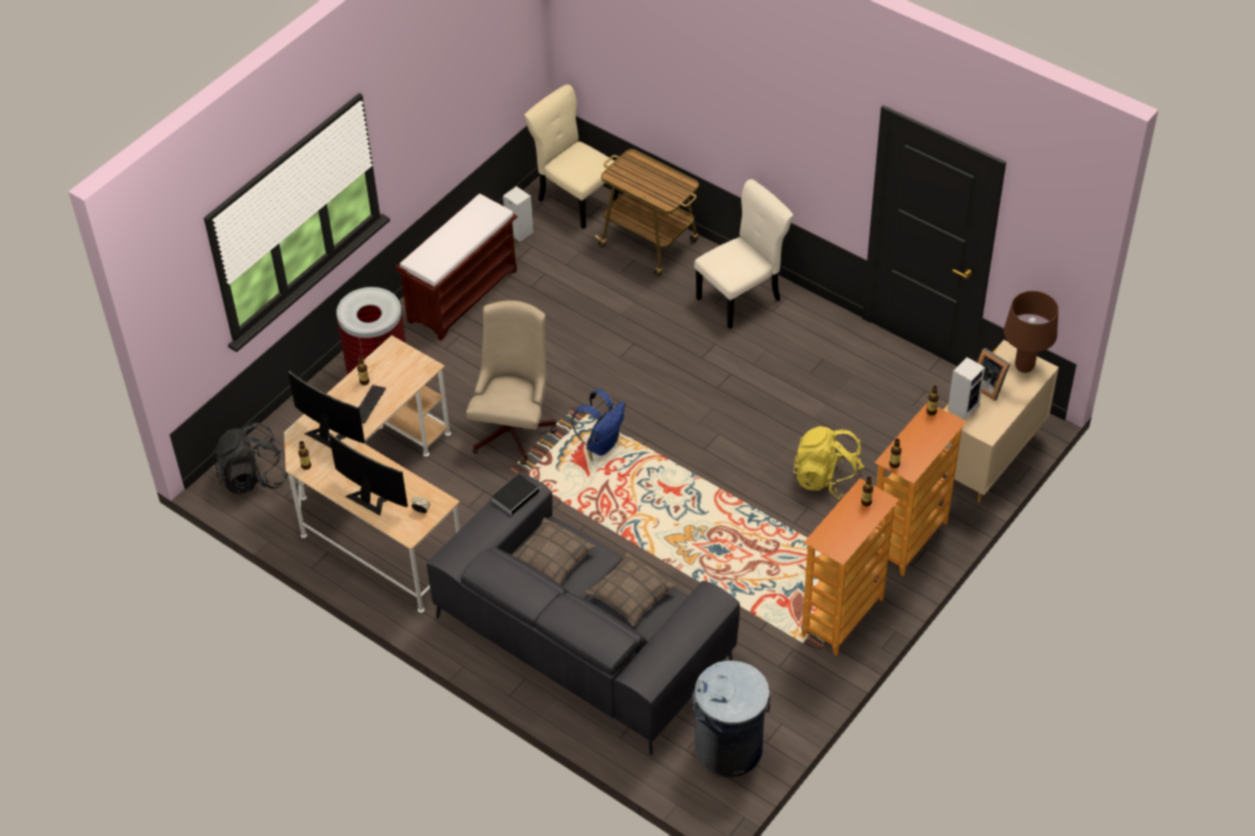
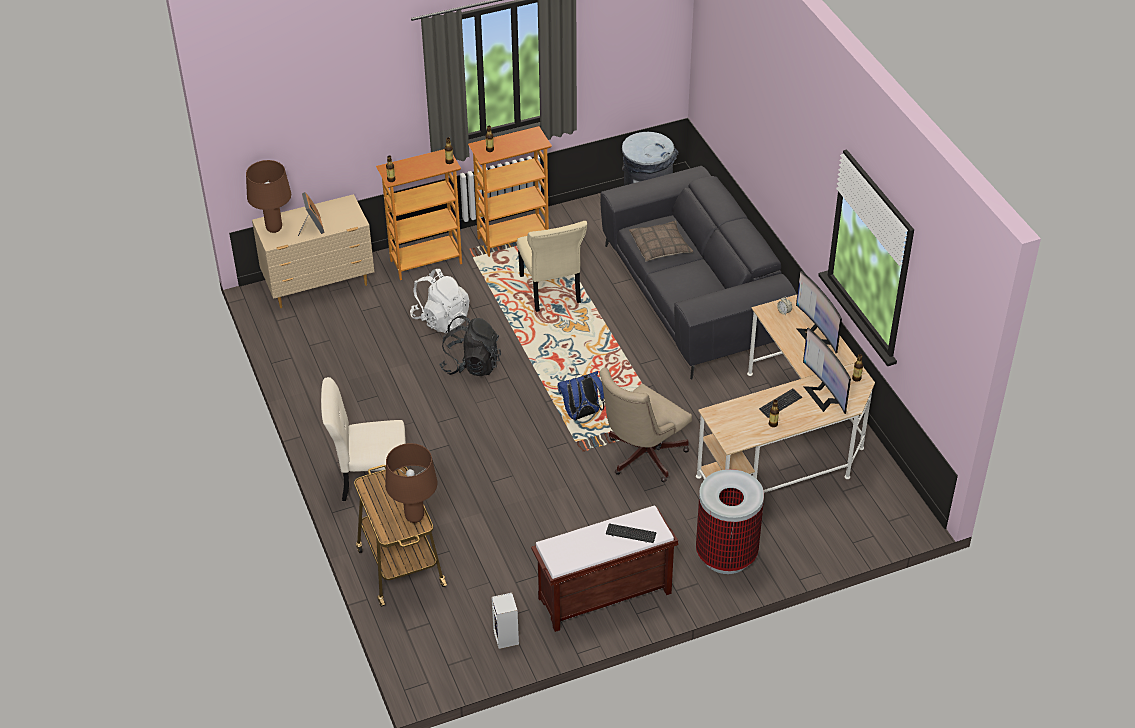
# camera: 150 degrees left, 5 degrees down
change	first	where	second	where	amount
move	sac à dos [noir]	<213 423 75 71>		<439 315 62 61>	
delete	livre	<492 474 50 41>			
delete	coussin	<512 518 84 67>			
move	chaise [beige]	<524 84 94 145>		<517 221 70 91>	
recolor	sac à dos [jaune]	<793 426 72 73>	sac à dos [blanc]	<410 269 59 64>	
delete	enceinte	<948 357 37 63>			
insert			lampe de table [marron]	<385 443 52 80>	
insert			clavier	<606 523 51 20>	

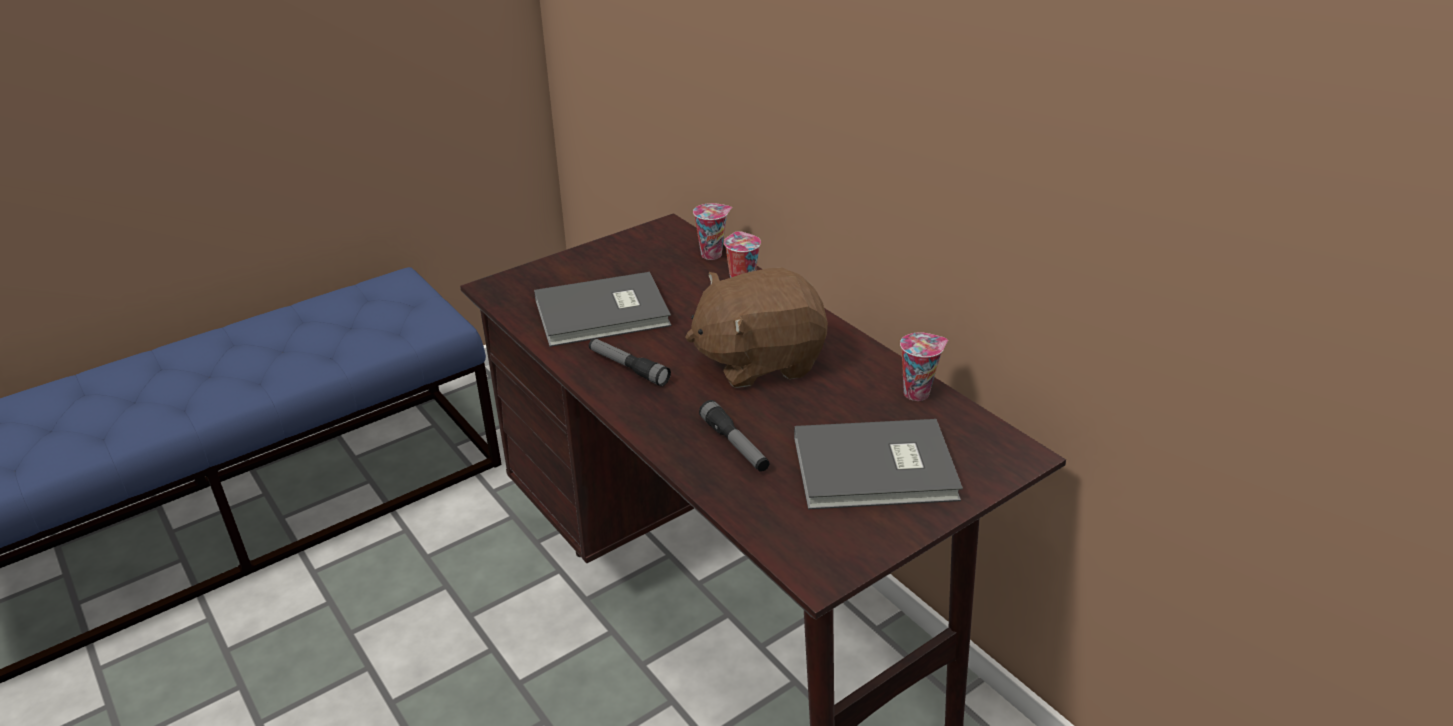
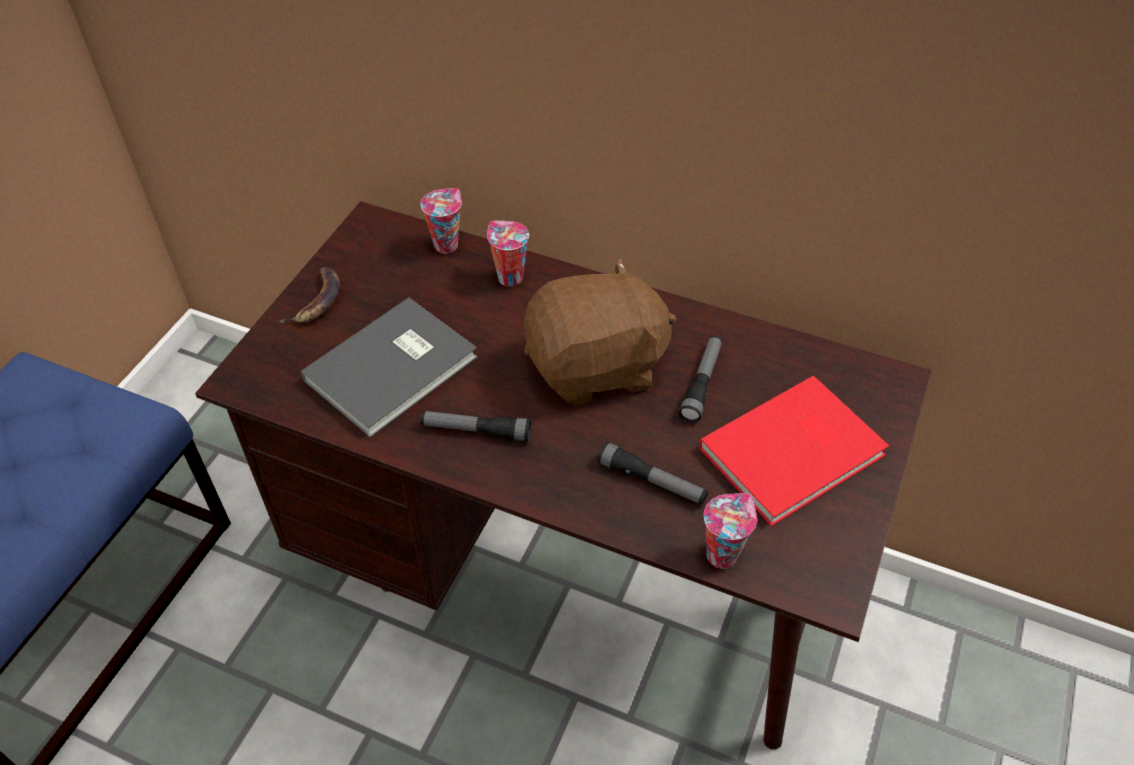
# camera: 30 degrees left, 15 degrees up
change	first	where	second	where	amount
rotate	peluche [marron]	<685 267 143 121>		<524 258 153 147>	150 degrees counterclockwise
recolor	livre [gris]	<794 419 169 90>	livre [rouge]	<699 375 190 151>	
move	tasse	<900 332 48 69>		<704 493 53 76>	
insert			banane	<278 267 62 56>	
insert			lampe de poche	<679 335 43 88>	

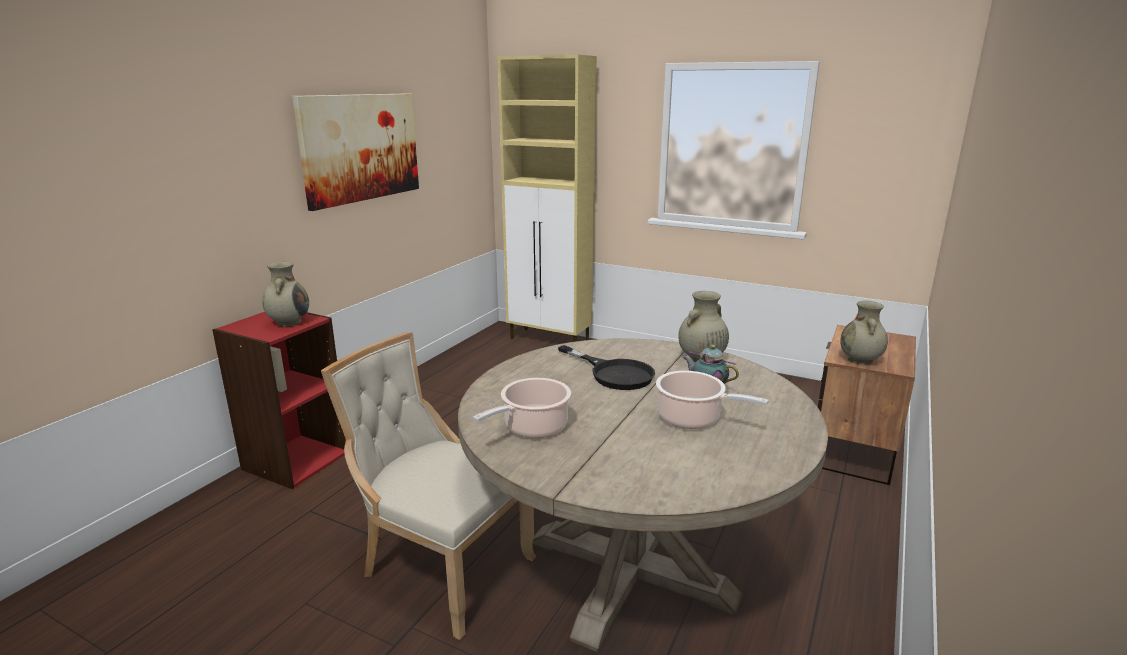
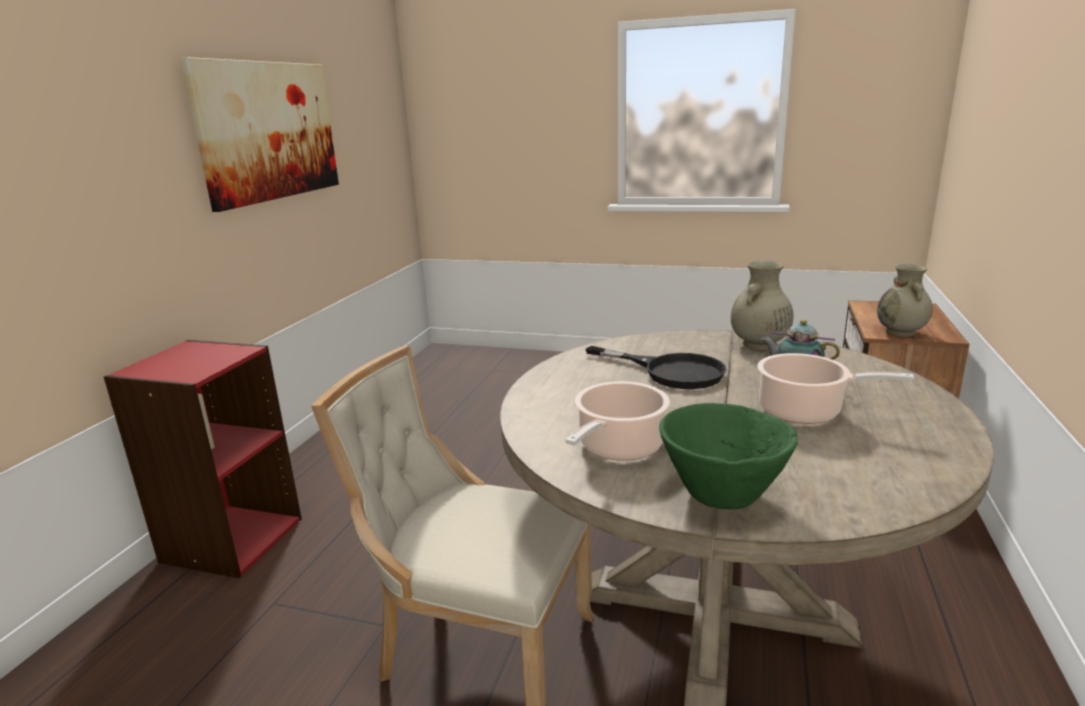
# camera: 10 degrees left, 0 degrees up
change	first	where	second	where	amount
delete	vase [beige]	<262 262 47 65>			
delete	meuble de rangement [beige]	<497 55 100 287>			
insert			bol [vert]	<659 403 139 106>	

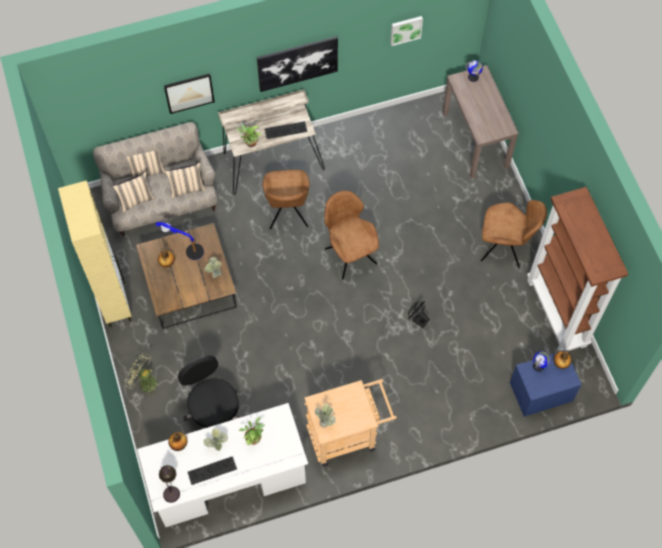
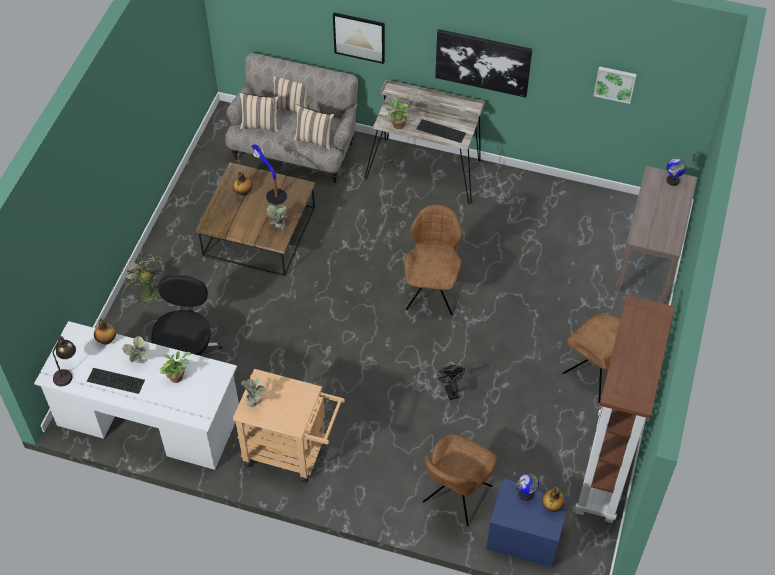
# camera: 35 degrees right, 10 degrees down
change	first	where	second	where	amount
delete	meuble de rangement [beige]	<58 180 74 147>			
move	chaise [marron]	<263 170 46 59>		<423 434 74 92>	

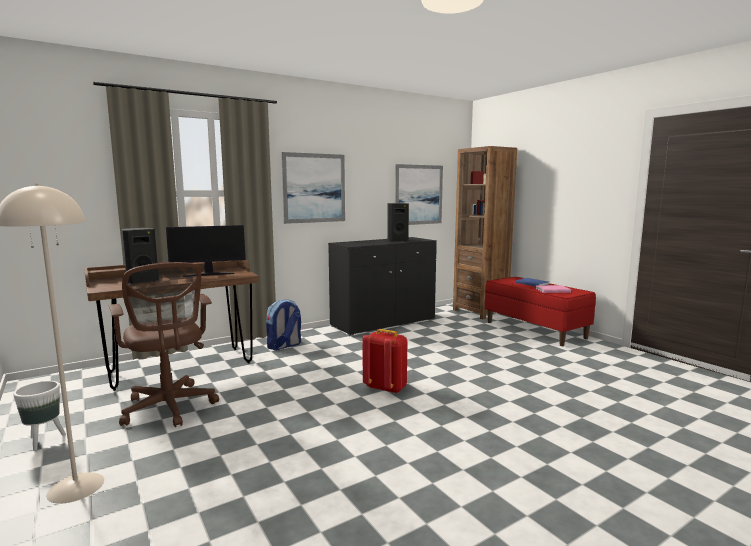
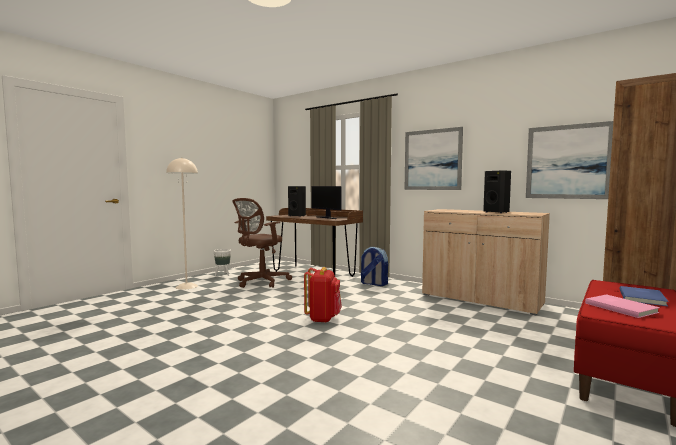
# camera: 70 degrees right, 5 degrees down
change	first	where	second	where	amount
recolor	meuble de rangement [noir]	<328 237 109 99>	meuble de rangement [beige]	<422 209 128 107>	

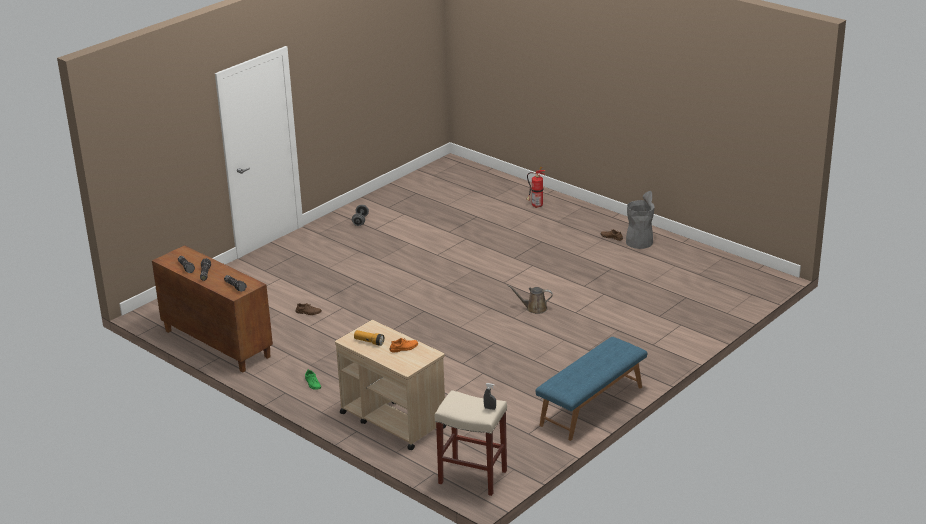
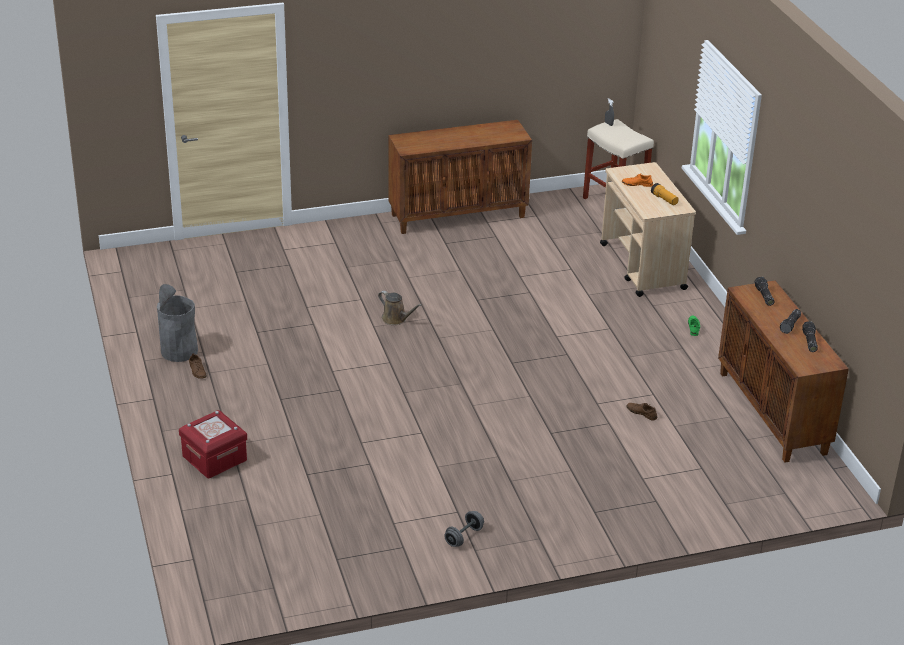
# camera: 150 degrees left, 5 degrees up
change	first	where	second	where	amount
replace	extincteur	<526 167 20 41>	boîte de rangement [rouge]	<179 410 68 68>	
replace	banc [bleu]	<536 337 111 104>	meuble de rangement [marron]	<388 120 144 114>	

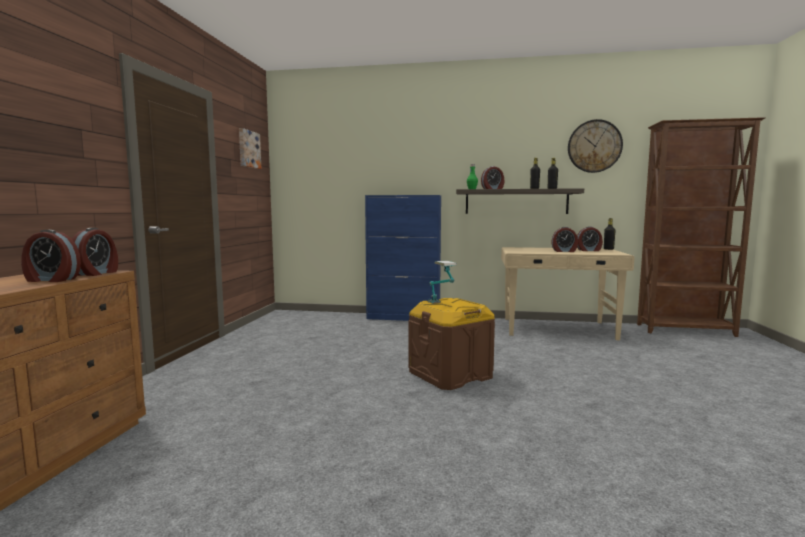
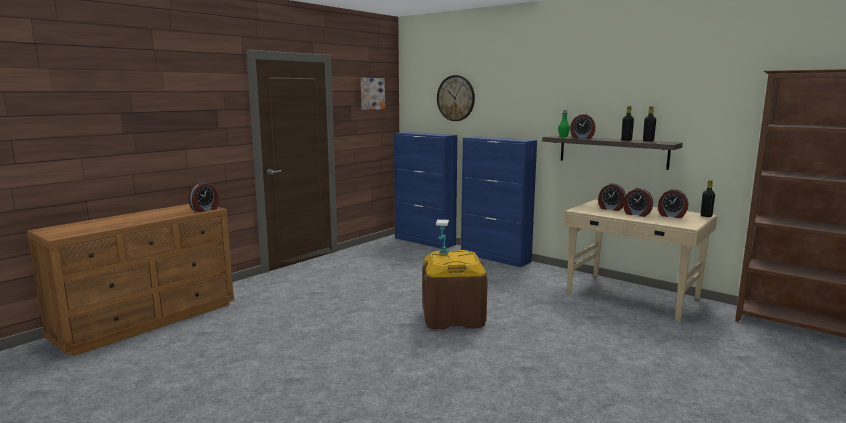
# camera: 30 degrees right, 5 degrees up
change	first	where	second	where	amount
move	réveil	<21 230 60 52>		<598 183 28 28>	
move	horloge murale	<568 119 55 54>		<437 75 38 46>	
insert			meuble de rangement [bleu]	<394 132 63 117>	

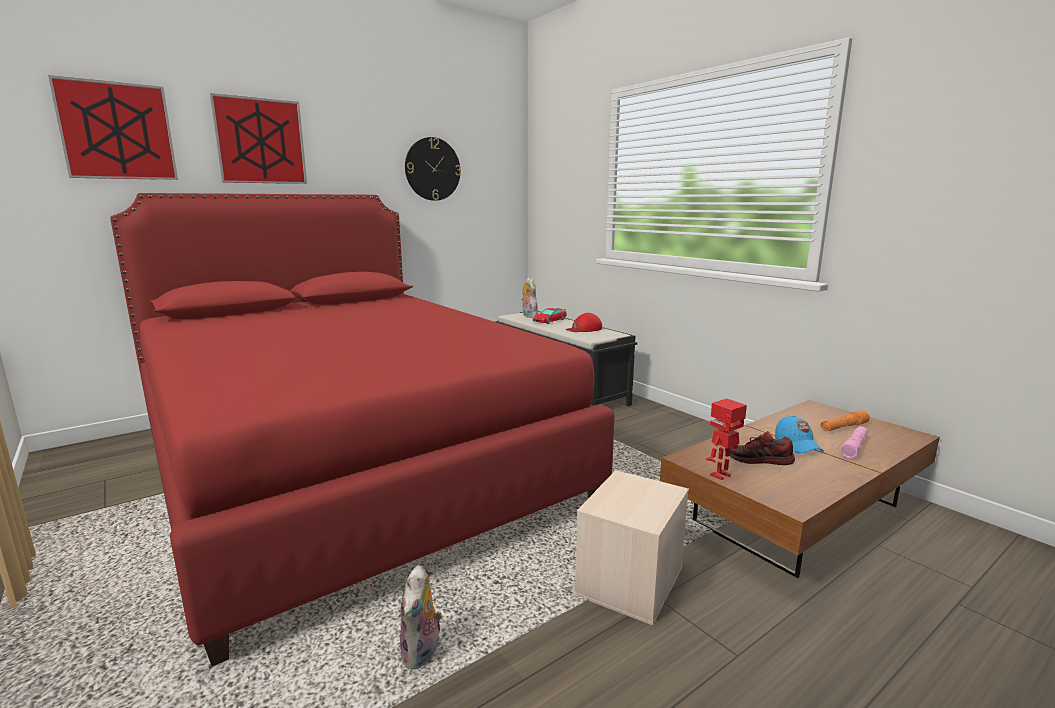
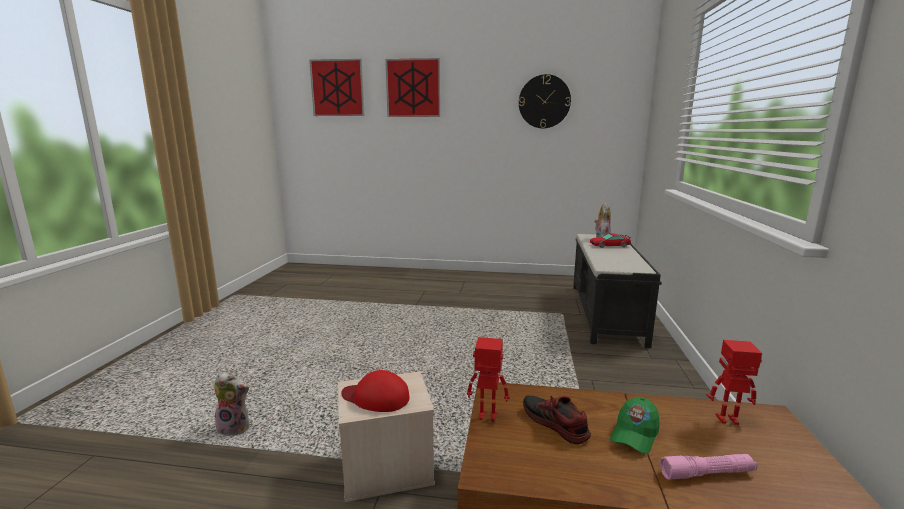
# camera: 45 degrees right, 0 degrees up
change	first	where	second	where	amount
delete	lit [rouge]	<110 193 505 473>			
rotate	peluche	<400 565 43 104>		<214 372 36 63>	135 degrees counterclockwise
move	casquette [rouge]	<565 313 37 19>		<341 370 68 42>	
recolor	casquette [bleu]	<775 415 49 38>	casquette [vert]	<610 397 50 57>	
delete	lampe de poche [orange]	<820 410 50 21>			
insert			robot jouet	<706 340 56 85>	

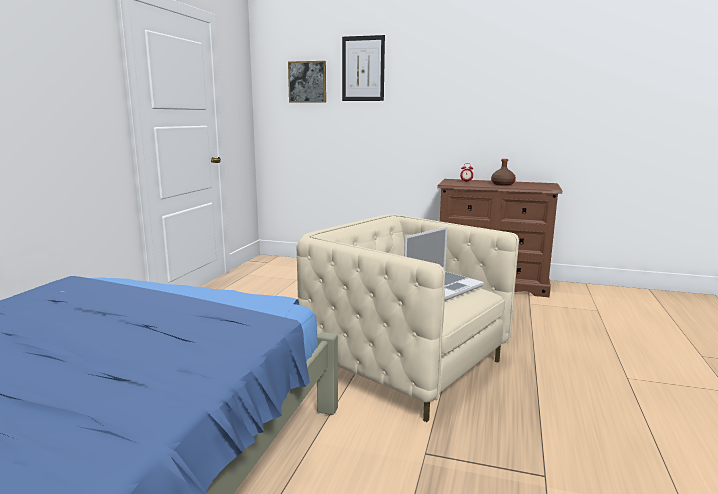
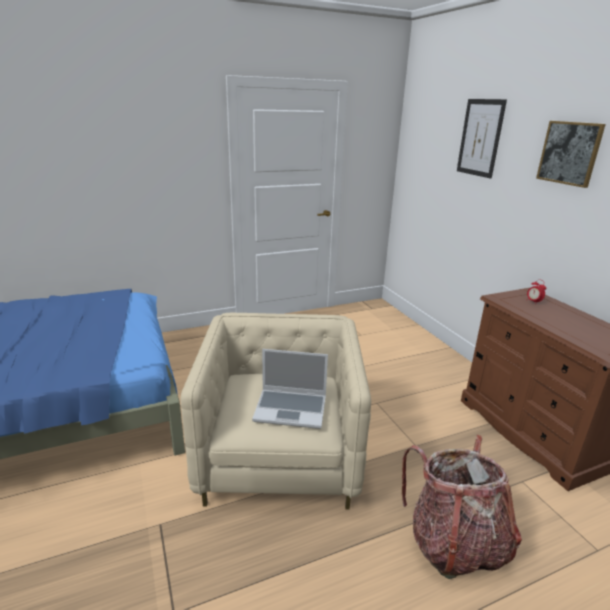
# camera: 50 degrees right, 10 degrees up
change	first	where	second	where	amount
move	tableau	<288 61 38 41>		<536 121 70 67>	
delete	bouteille [marron]	<491 159 25 27>			
insert			sac à dos	<402 435 120 144>	

